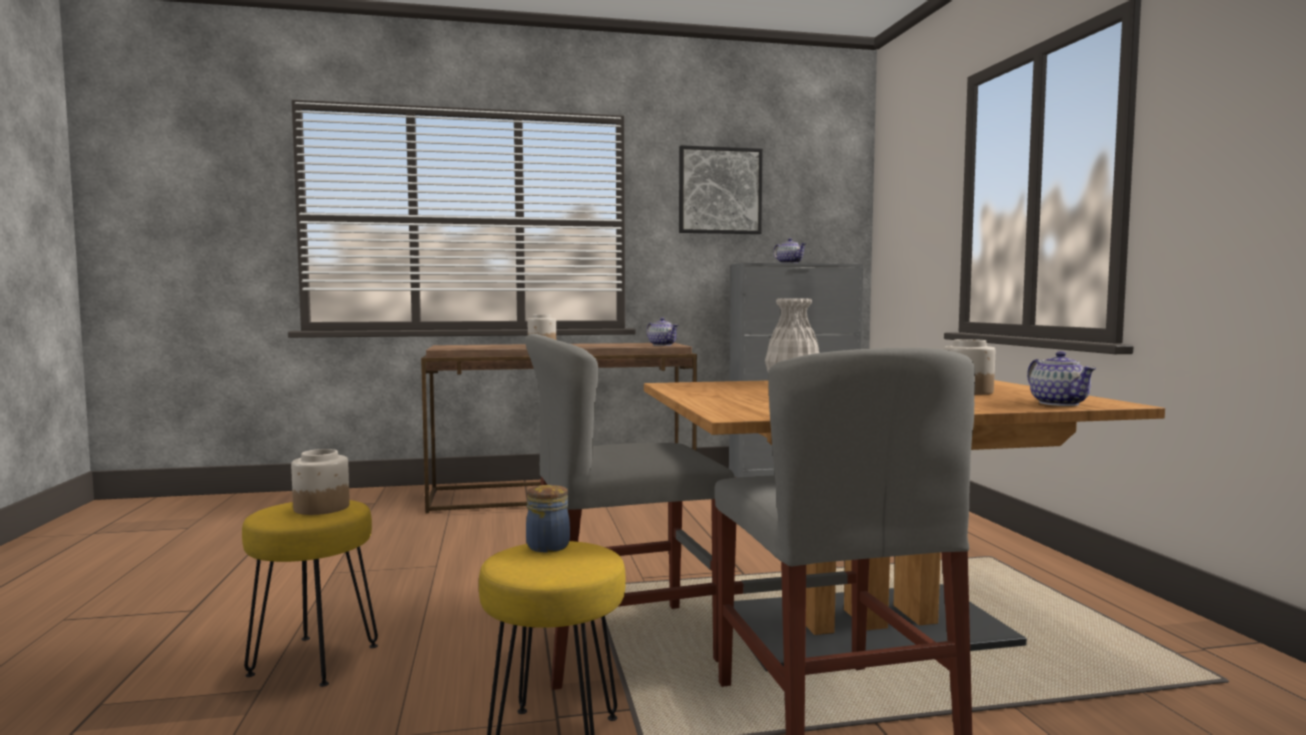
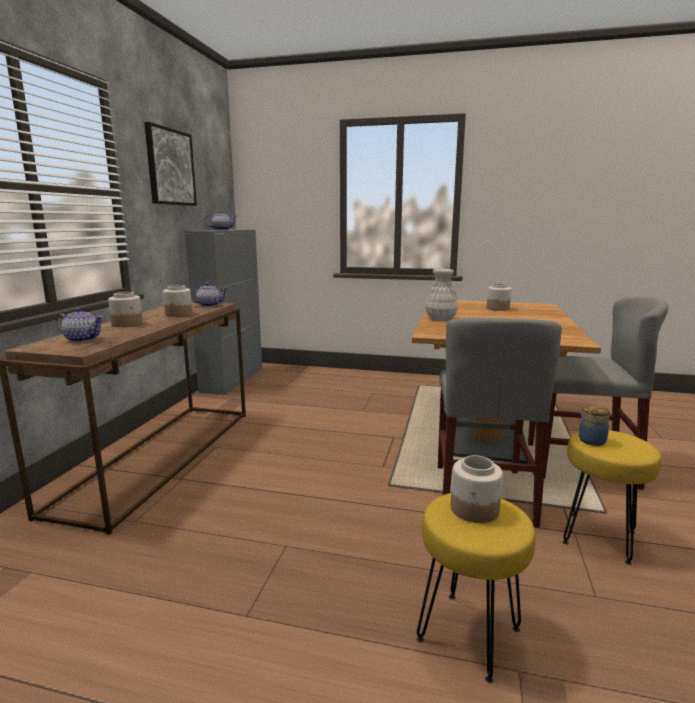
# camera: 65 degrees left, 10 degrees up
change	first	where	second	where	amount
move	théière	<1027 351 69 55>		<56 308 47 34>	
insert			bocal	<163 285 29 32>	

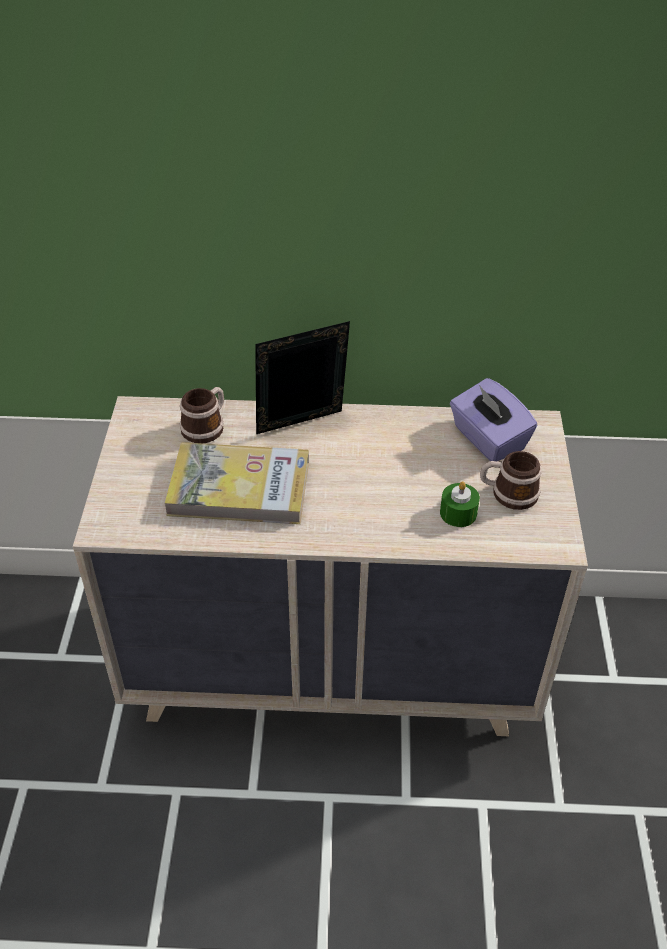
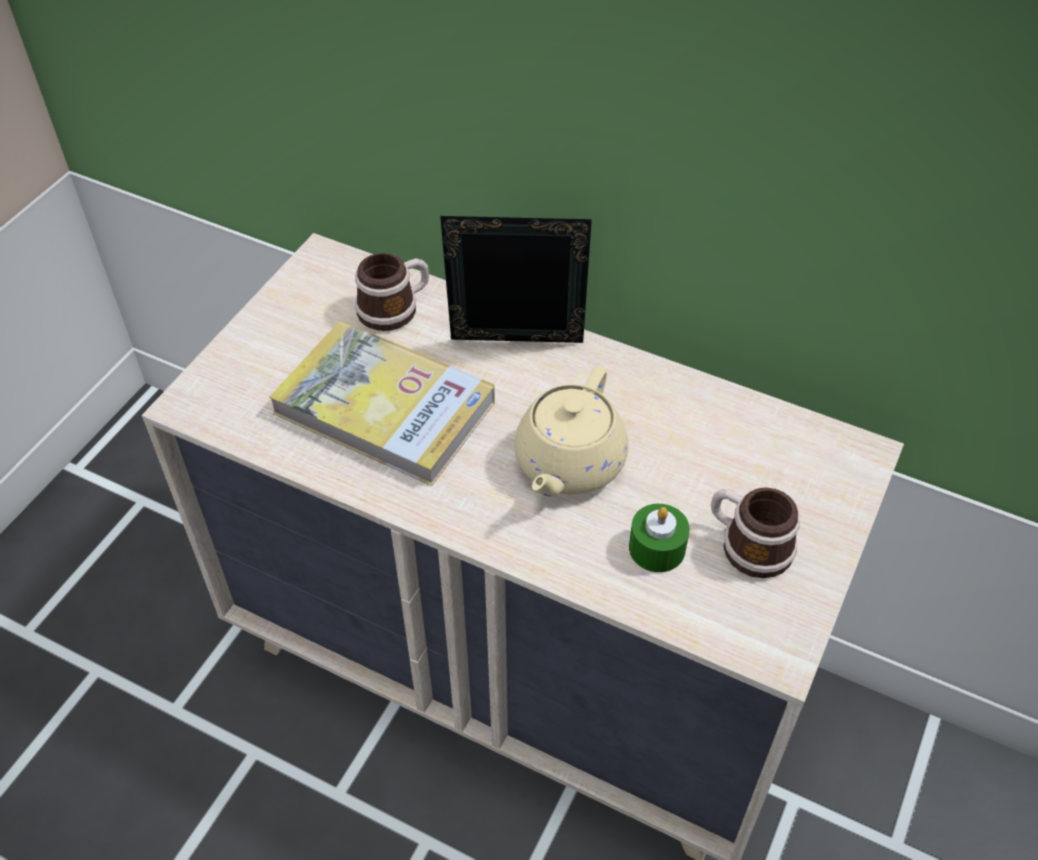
# camera: 25 degrees right, 5 degrees up
change	first	where	second	where	amount
delete	boîte à mouchoirs [violet]	<450 378 87 83>			
insert			théière [beige]	<514 367 114 130>	

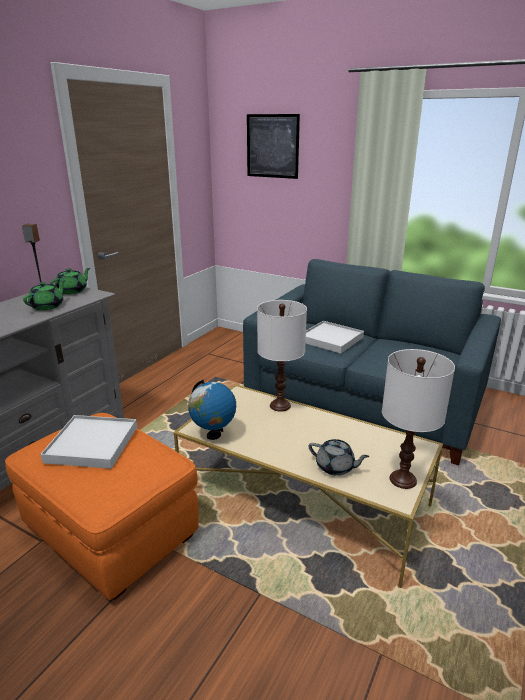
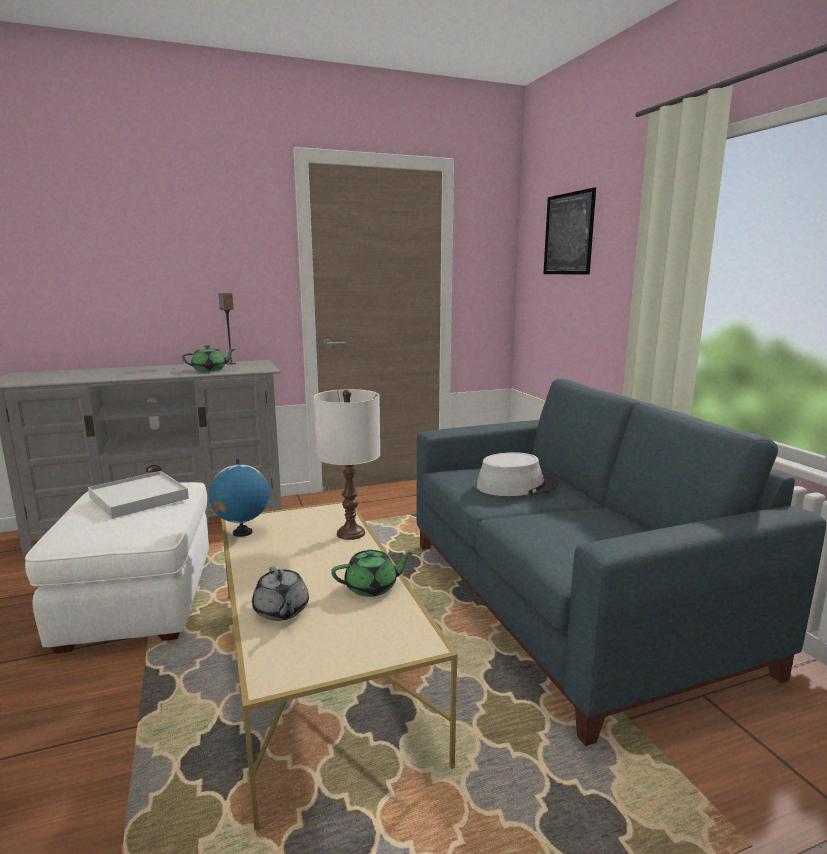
# camera: 40 degrees right, 10 degrees down
change	first	where	second	where	amount
recolor	pouf [orange]	<5 413 194 187>	pouf [blanc]	<25 482 184 171>	
move	théière [vert]	<50 268 40 26>		<331 549 82 48>	
replace	plateau [blanc]	<306 321 58 33>	chapeau [gris]	<477 452 82 44>	
delete	lampe de table [blanc]	<382 349 73 140>			

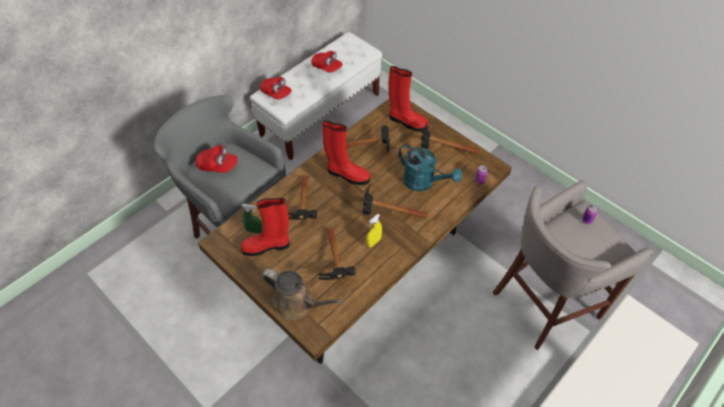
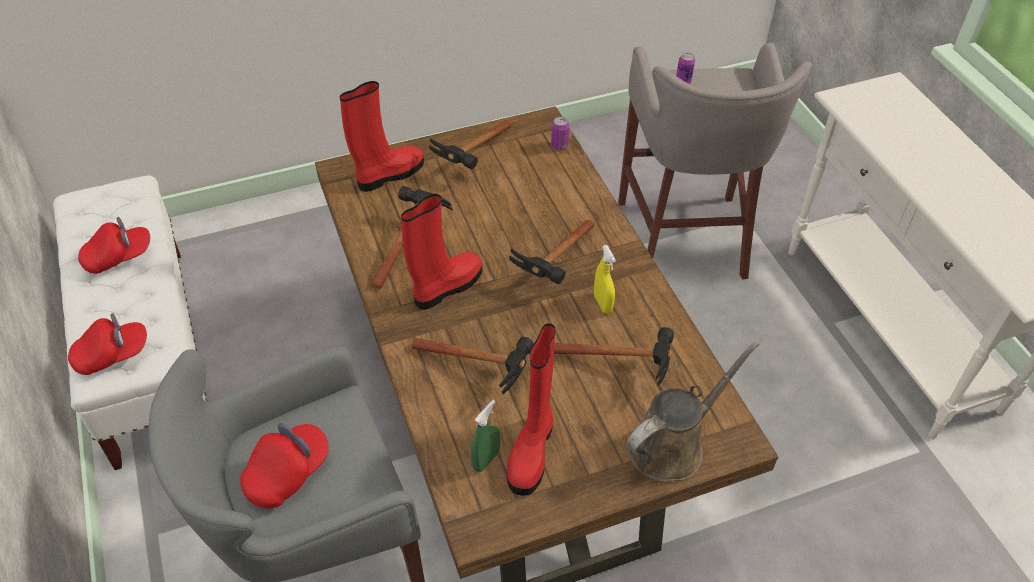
# camera: 65 degrees left, 5 degrees down
change	first	where	second	where	amount
delete	arrosoir [turquoise]	<398 144 64 47>			

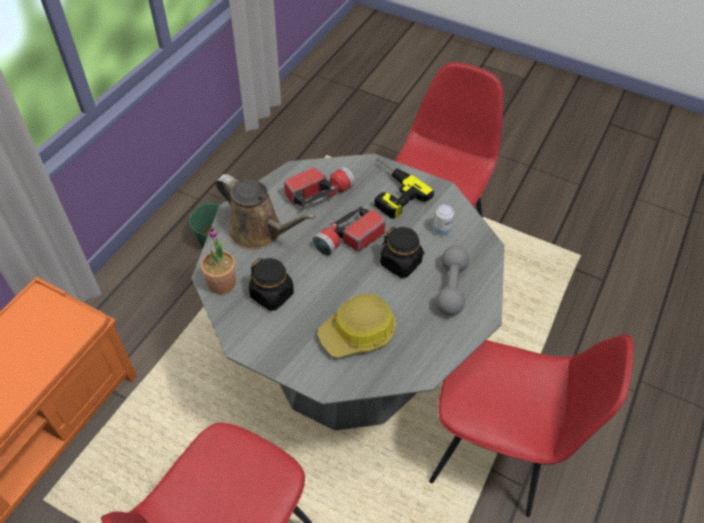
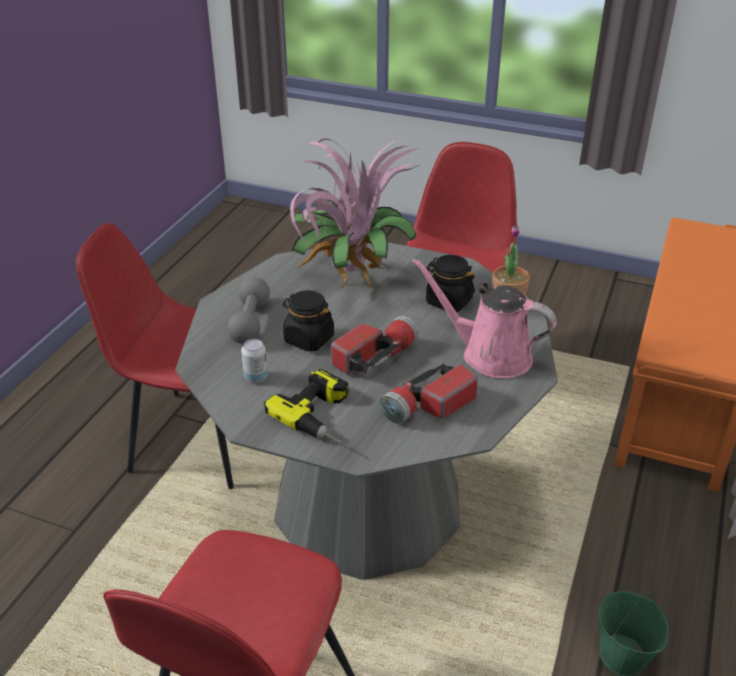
# camera: 175 degrees right, 15 degrees down
change	first	where	second	where	amount
recolor	arrosoir [marron]	<215 174 100 76>	arrosoir [rose]	<412 258 145 120>	
replace	casque de chantier	<317 294 79 64>	plante en pot	<290 137 132 156>	

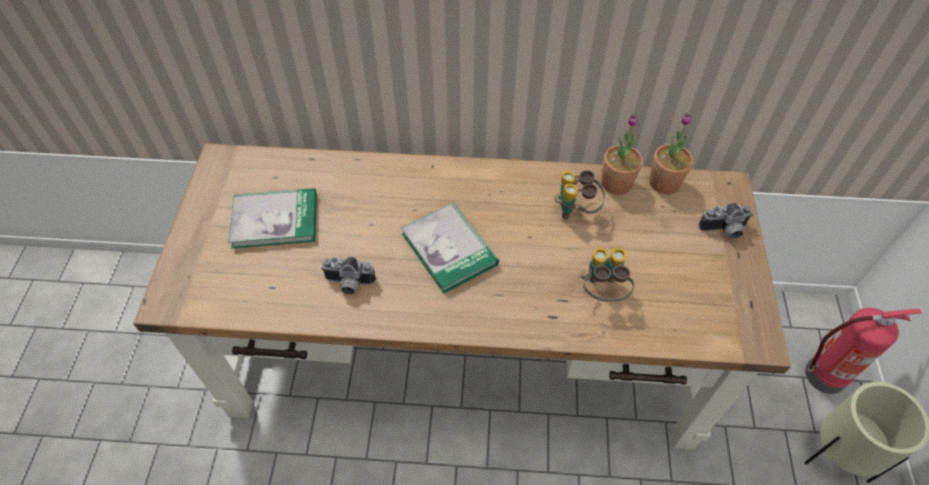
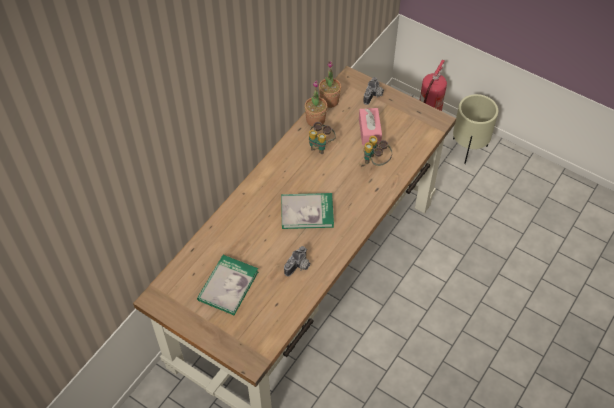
# camera: 60 degrees left, 0 degrees up
change	first	where	second	where	amount
insert			boîte à mouchoirs [rose]	<359 108 23 37>	

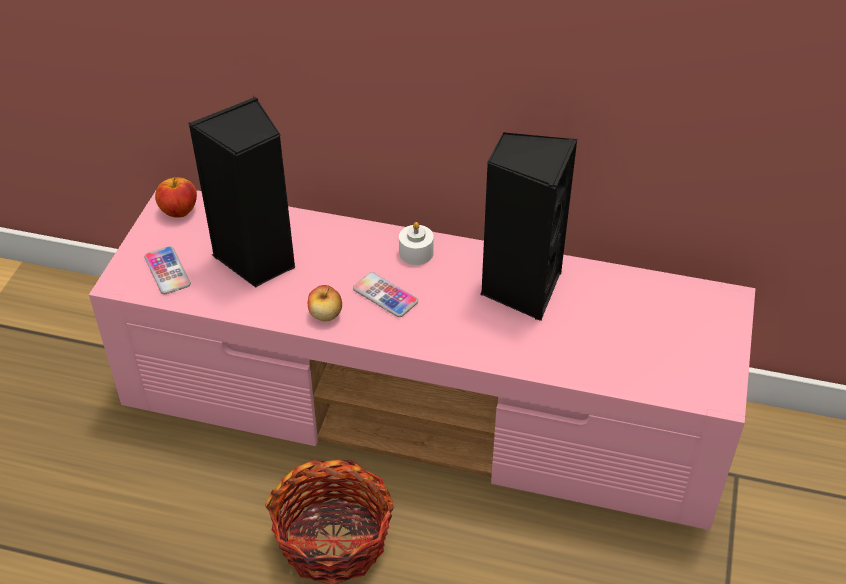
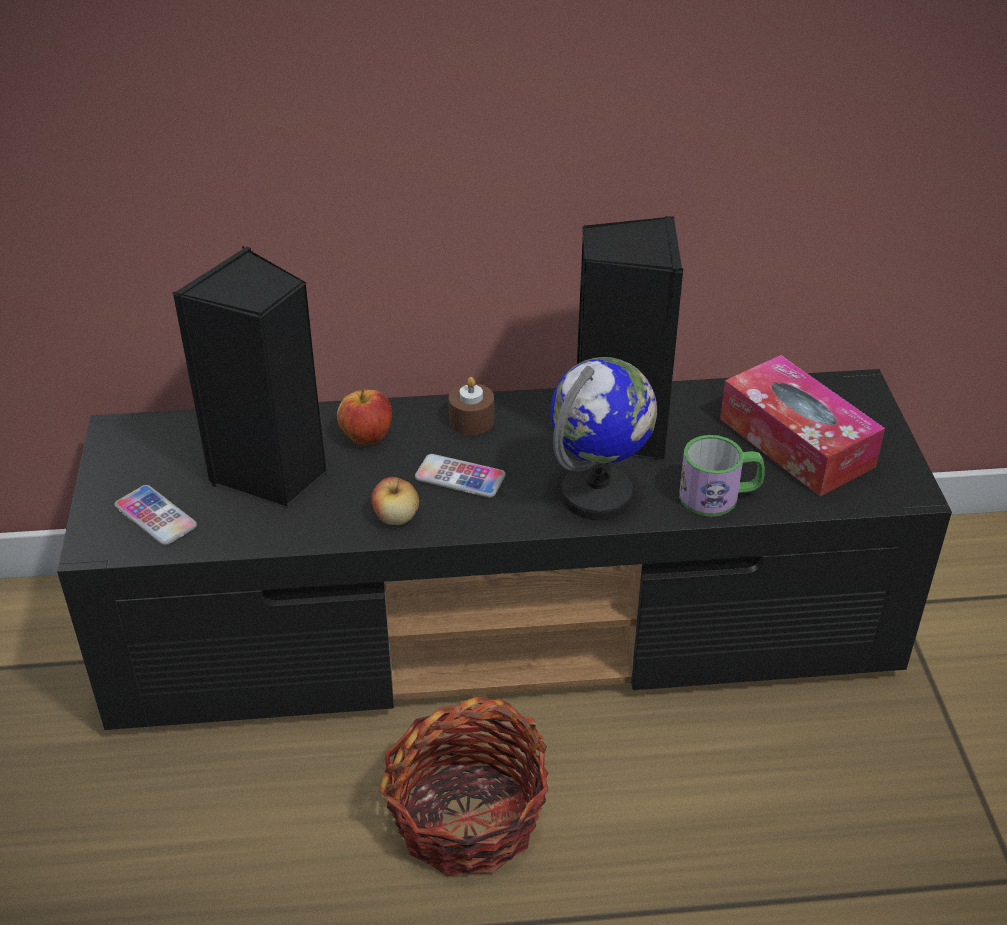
# camera: 20 degrees left, 5 degrees down
change	first	where	second	where	amount
recolor	meuble télé [rose]	<89 190 667 340>	meuble télé [noir]	<57 369 895 361>	
move	pomme	<155 177 42 41>		<337 389 55 56>	
recolor	bougie [blanc]	<399 222 35 43>	bougie [marron]	<449 377 45 58>	
insert			globe	<550 357 107 163>	
insert			mug	<679 435 86 82>	
insert			boîte à mouchoirs	<720 355 165 142>	

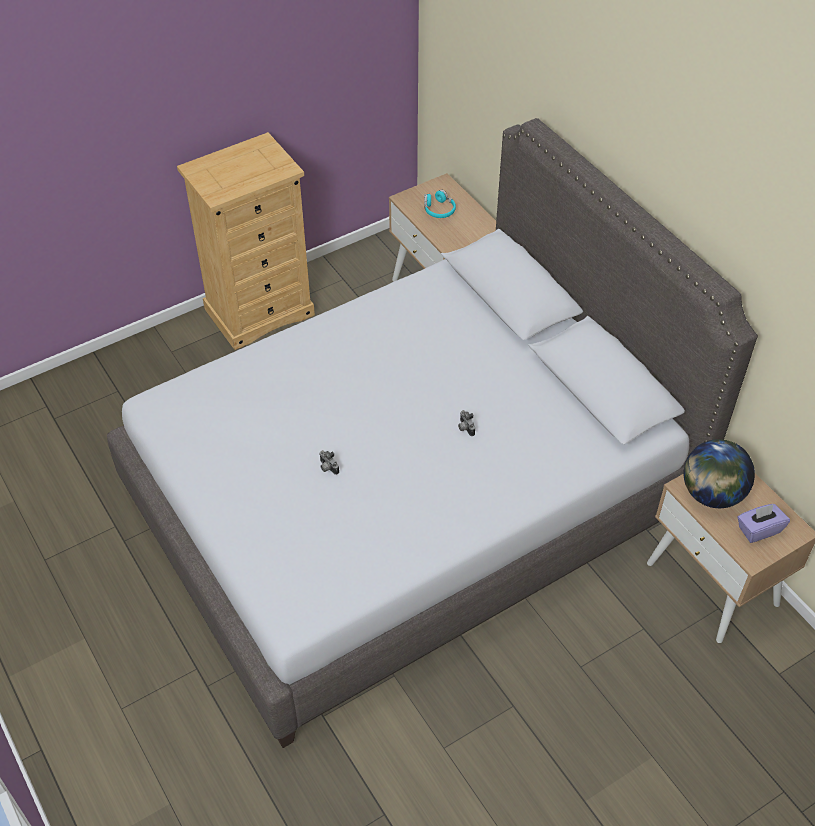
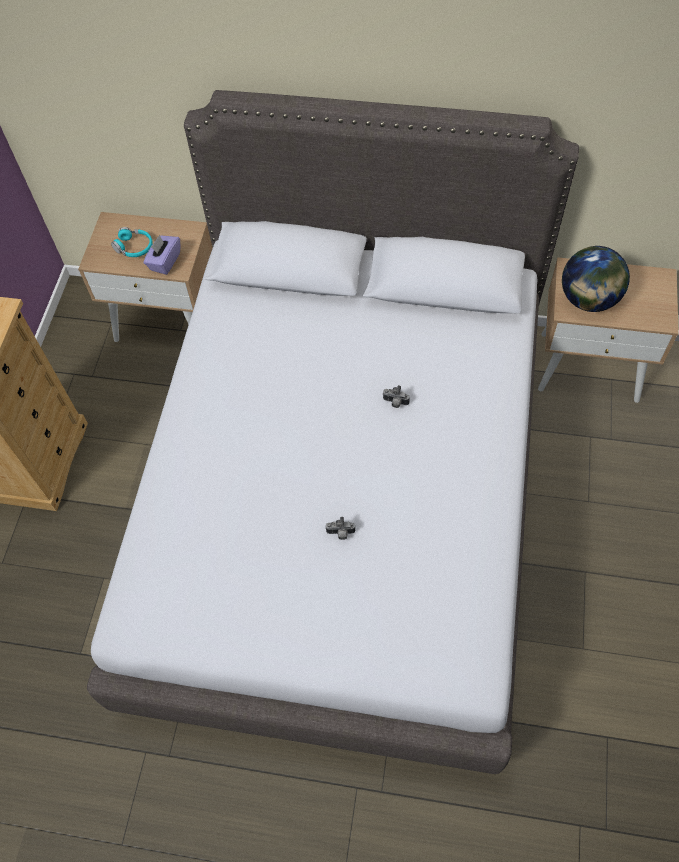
# camera: 45 degrees left, 10 degrees up
change	first	where	second	where	amount
move	boîte à mouchoirs [violet]	<738 504 52 39>		<143 235 38 40>	

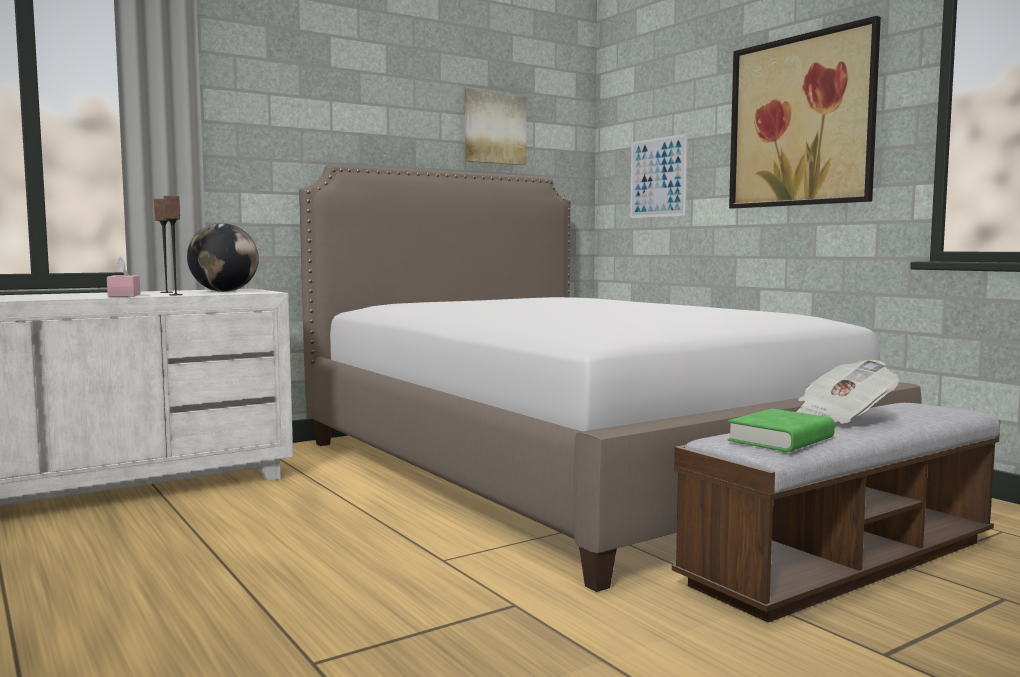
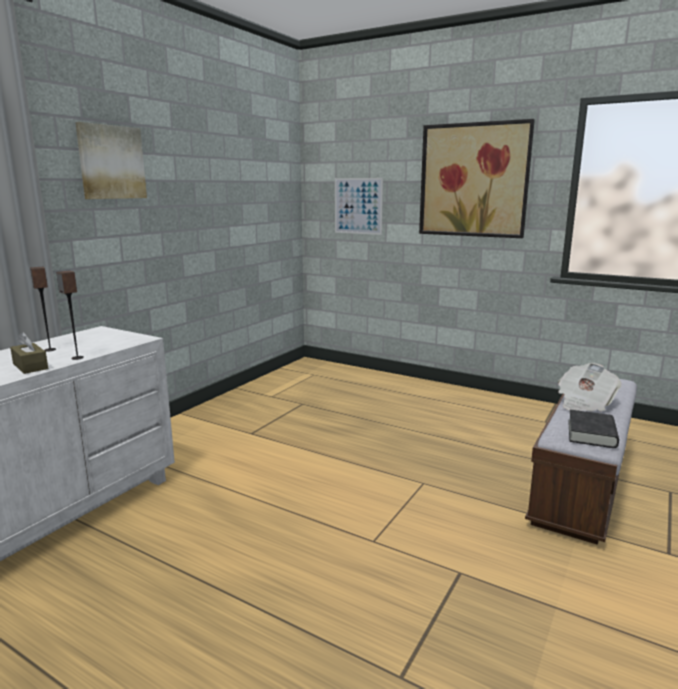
# camera: 25 degrees left, 10 degrees up
change	first	where	second	where	amount
recolor	boîte à mouchoirs [rose]	<107 257 33 40>	boîte à mouchoirs [marron]	<10 332 38 42>	
delete	globe	<187 223 72 69>			
delete	lit	<299 165 623 427>			
move	tableau	<465 88 61 77>		<75 122 72 77>	
recolor	livre [vert]	<728 409 107 43>	livre [noir]	<568 410 51 38>	

